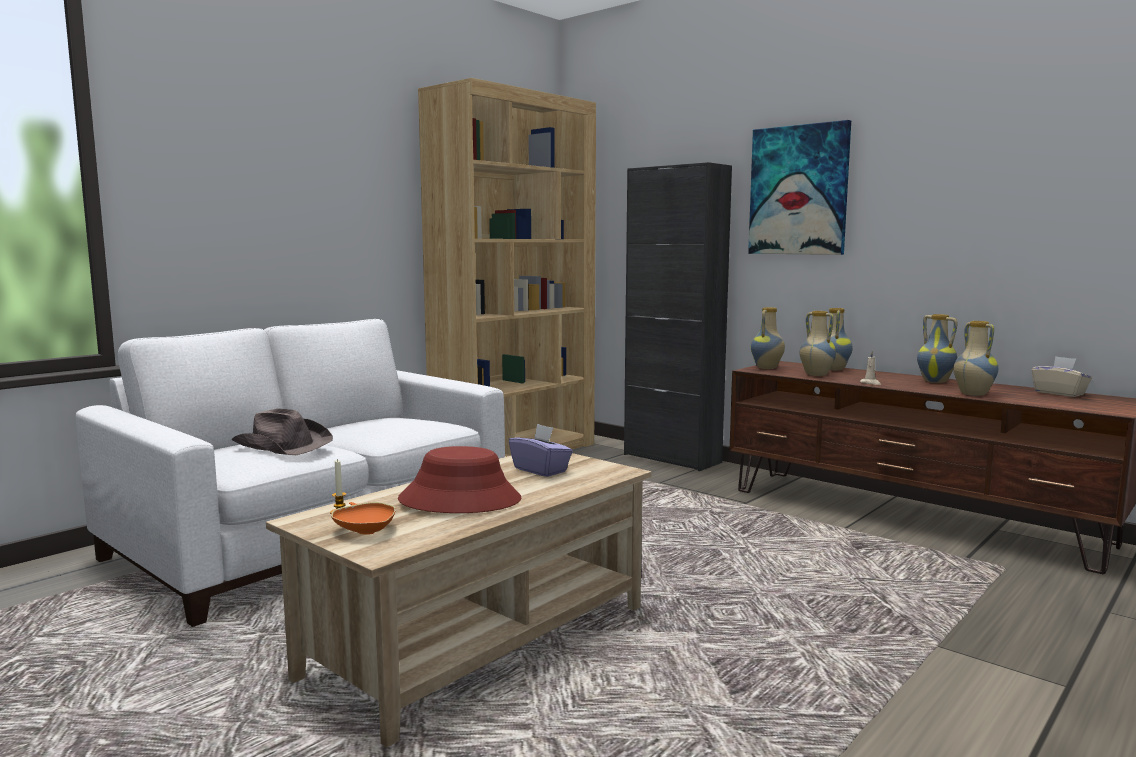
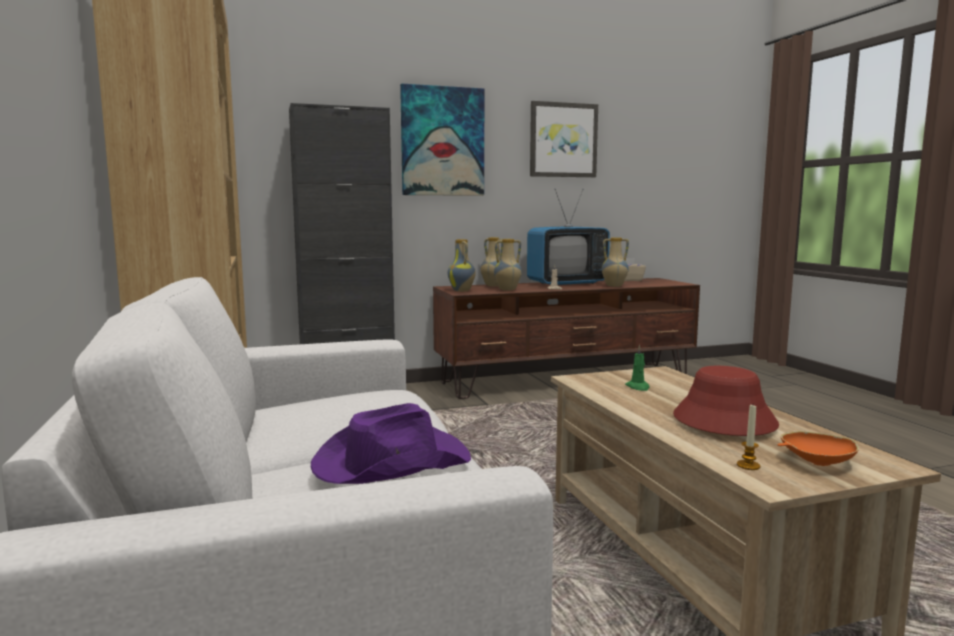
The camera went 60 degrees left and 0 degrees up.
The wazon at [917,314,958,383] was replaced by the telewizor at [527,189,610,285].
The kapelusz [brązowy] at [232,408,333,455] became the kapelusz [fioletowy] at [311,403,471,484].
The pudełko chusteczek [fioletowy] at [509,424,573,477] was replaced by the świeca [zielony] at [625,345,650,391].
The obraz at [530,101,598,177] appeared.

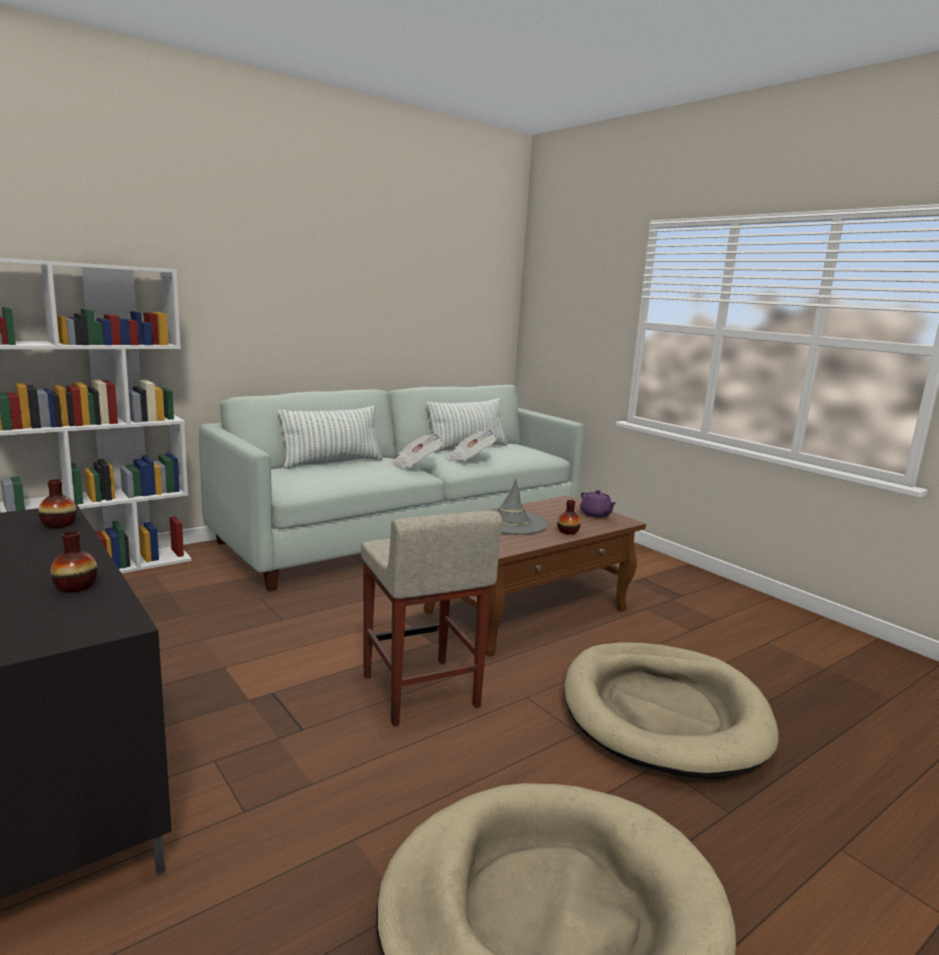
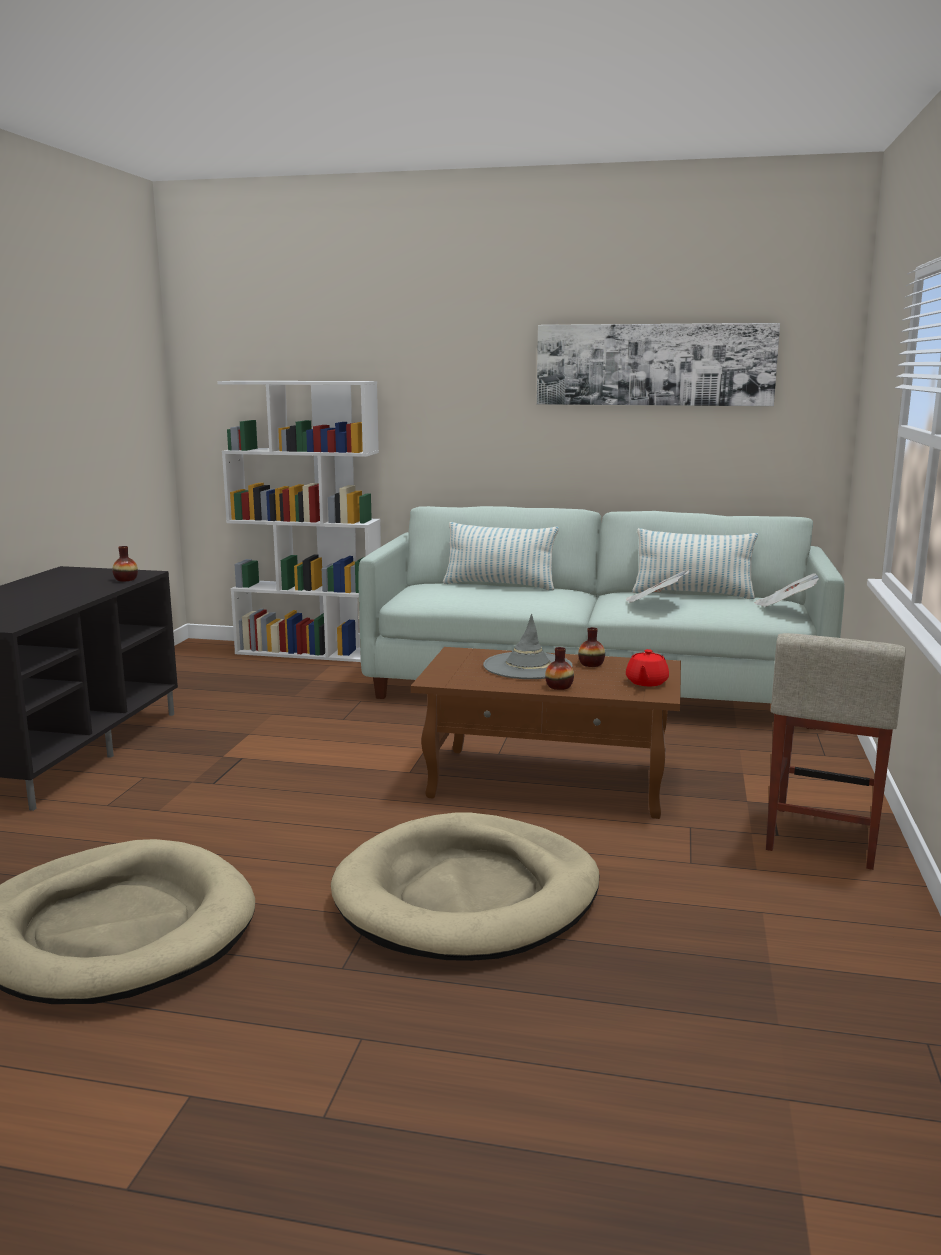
The camera went 50 degrees right and 0 degrees up.
The gazeta moved from [389,434,442,467] to [754,573,819,607].
The imbryk [fioletowy] at [580,490,616,518] became the imbryk [czerwony] at [626,649,669,686].
The stołek [beżowy] moved from [361,510,502,727] to [766,633,906,870].
The wazon moved from [51,531,98,592] to [578,627,605,667].
The obraz at [537,323,780,406] appeared.

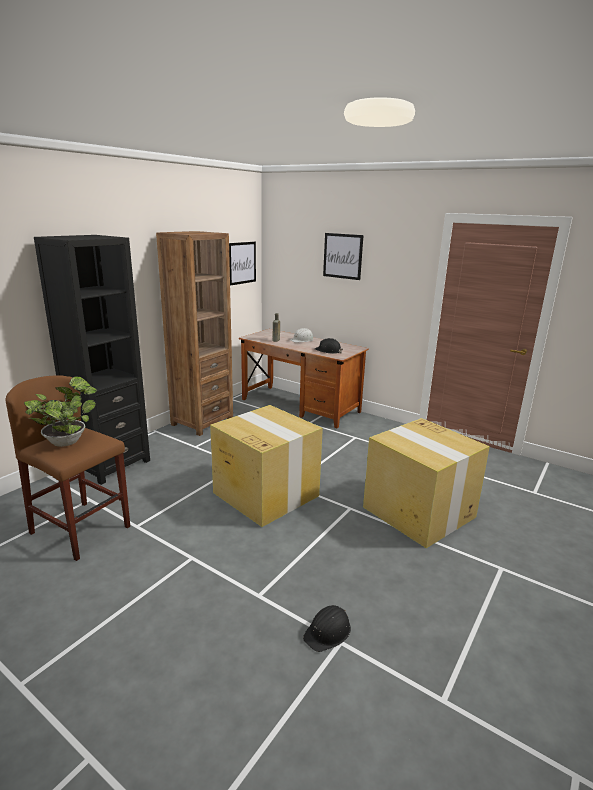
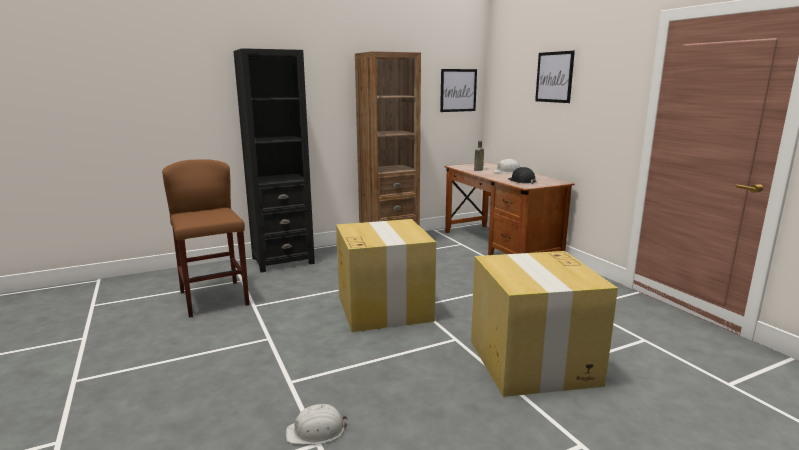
The camera went 30 degrees right and 5 degrees down.
The roślina doniczkowa at [24,376,97,447] disappeared.
The kask [czarny] at [303,605,351,652] became the kask [biały] at [286,404,348,445].

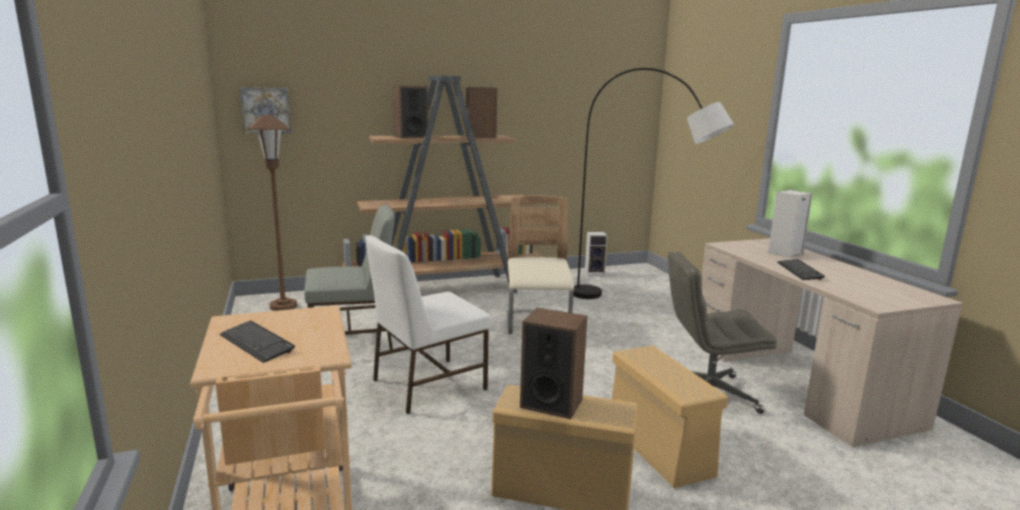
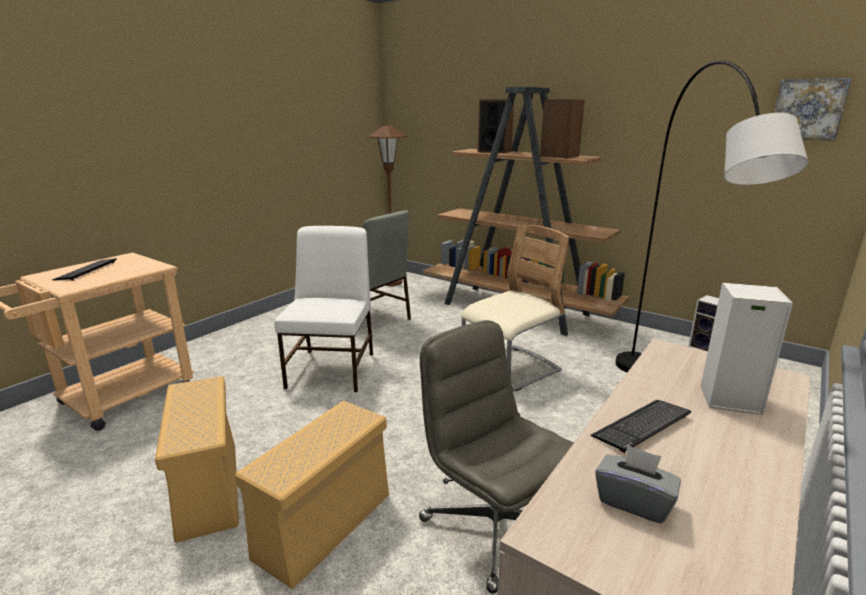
The camera went 55 degrees right and 5 degrees up.
The obraz moved from [240,87,291,134] to [774,78,852,141].
The krzesło [biały] at [365,235,491,414] turned 75 degrees clockwise.
The głośnik at [520,308,587,419] disappeared.
The pudełko chusteczek [szary] at [595,445,681,524] appeared.

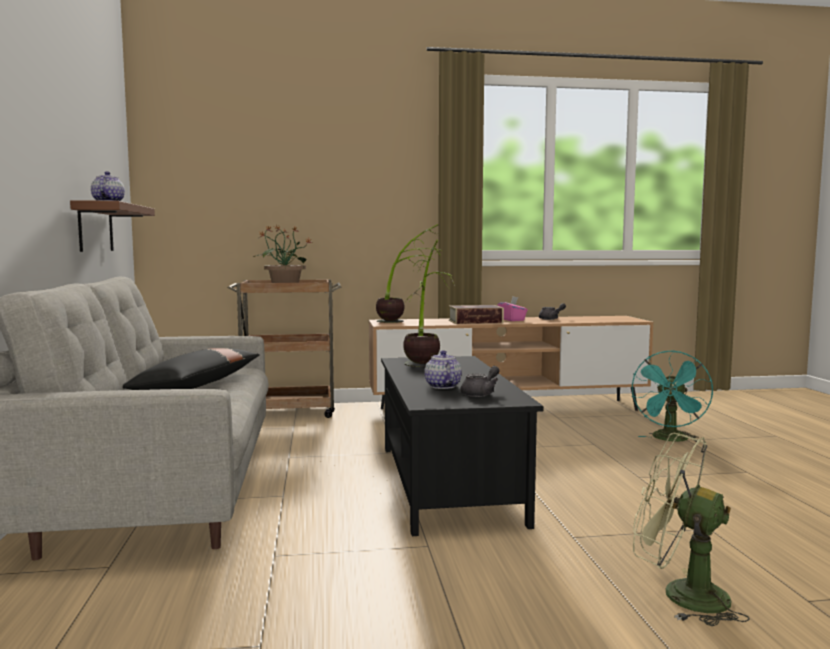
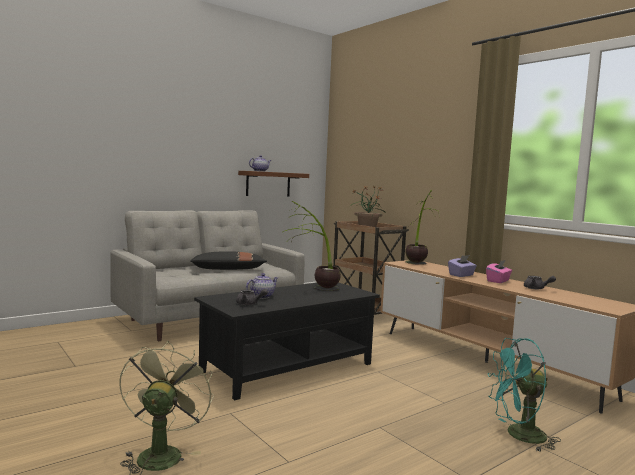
The camera went 60 degrees right and 0 degrees up.
The książka at [449,305,504,324] was replaced by the pudełko chusteczek [fioletowy] at [448,255,477,277].

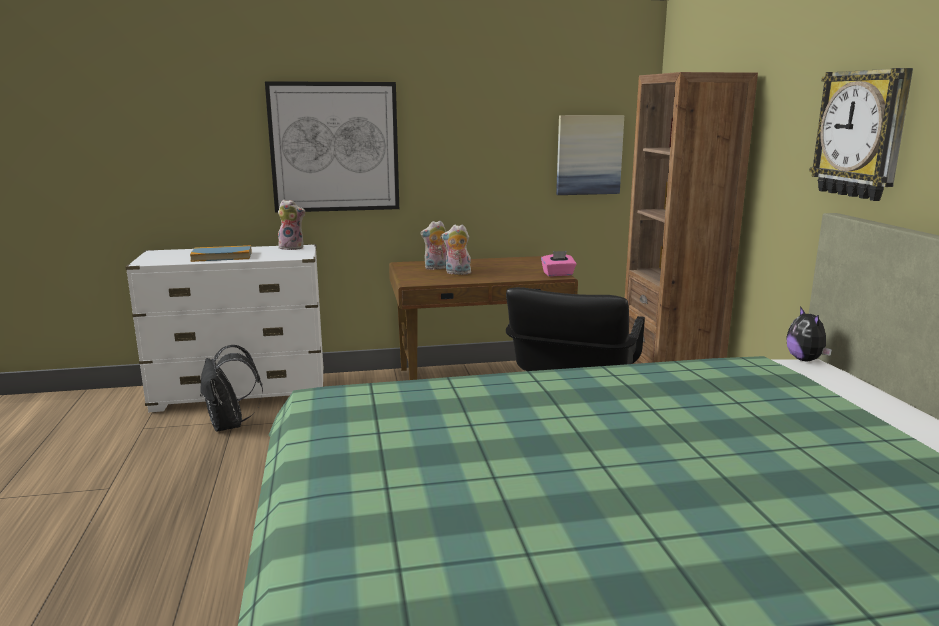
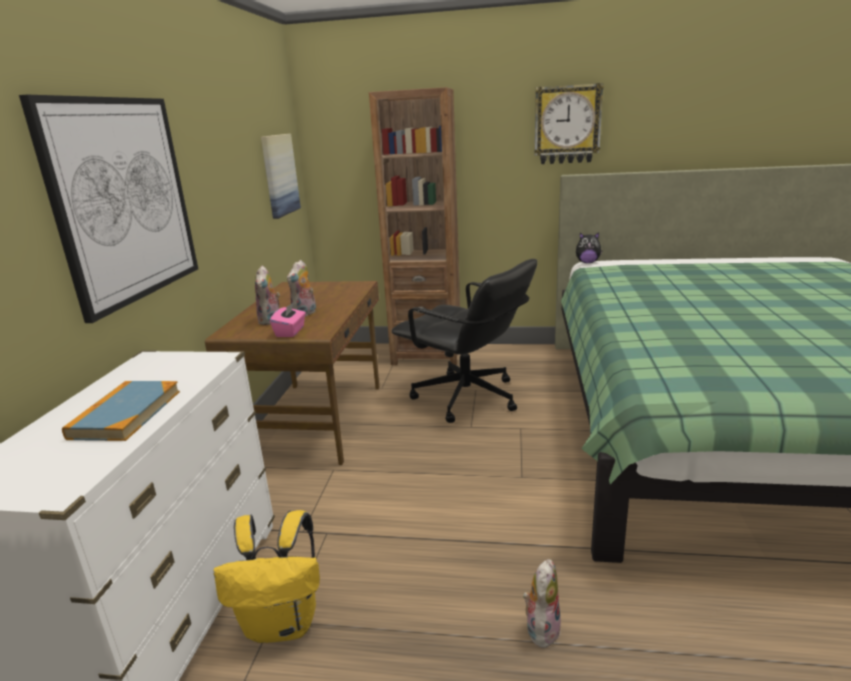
The camera went 70 degrees left and 5 degrees up.
The pluszak moved from [278,200,305,250] to [523,559,561,648].
The pudełko chusteczek [różowy] moved from [541,251,576,276] to [270,302,306,337].
The plecak [czarny] at [200,345,263,432] became the plecak [żółty] at [213,510,320,643].

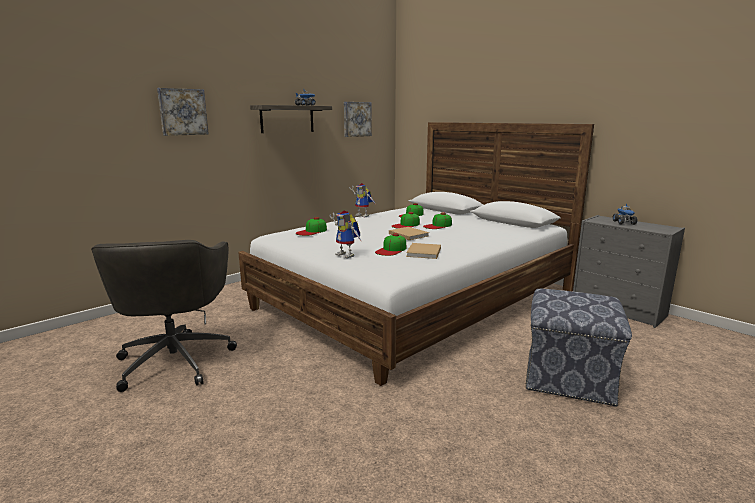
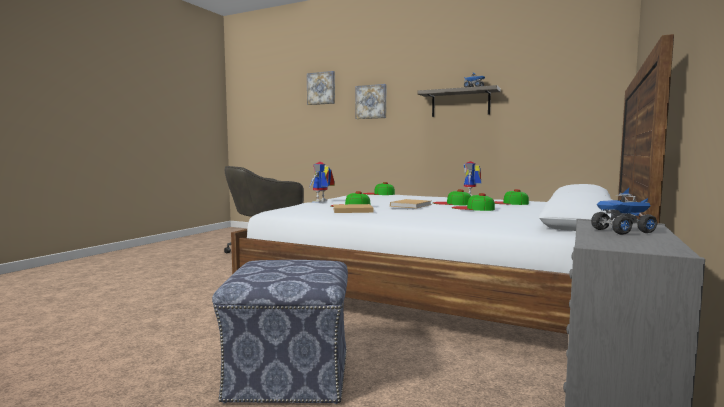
The camera went 70 degrees right and 10 degrees down.
The obraz moved from [344,102,372,137] to [307,71,335,105].

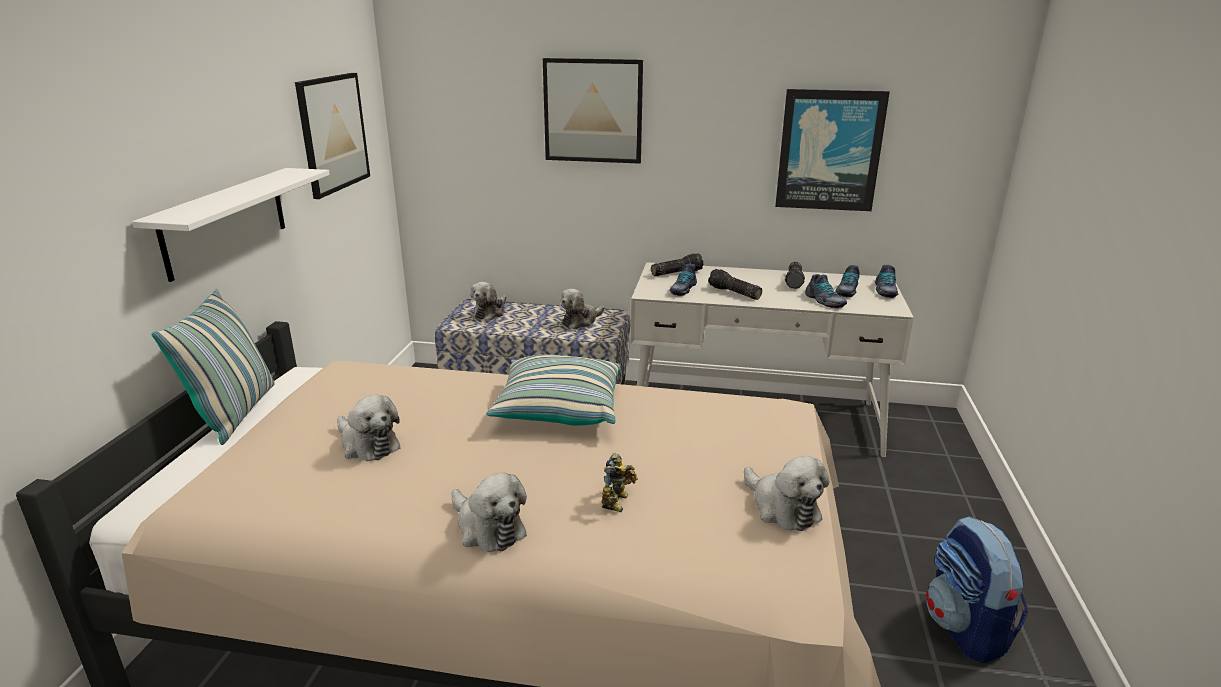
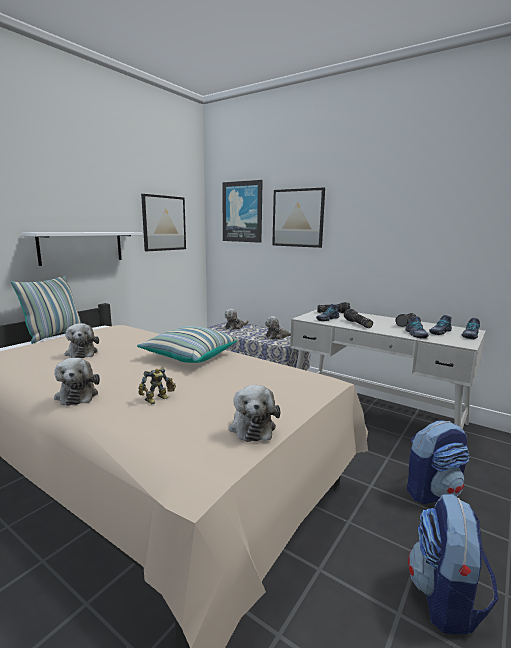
The camera went 25 degrees right and 10 degrees down.
The obraz moved from [775,89,890,211] to [222,180,263,243].
The plecak at [407,421,470,504] appeared.

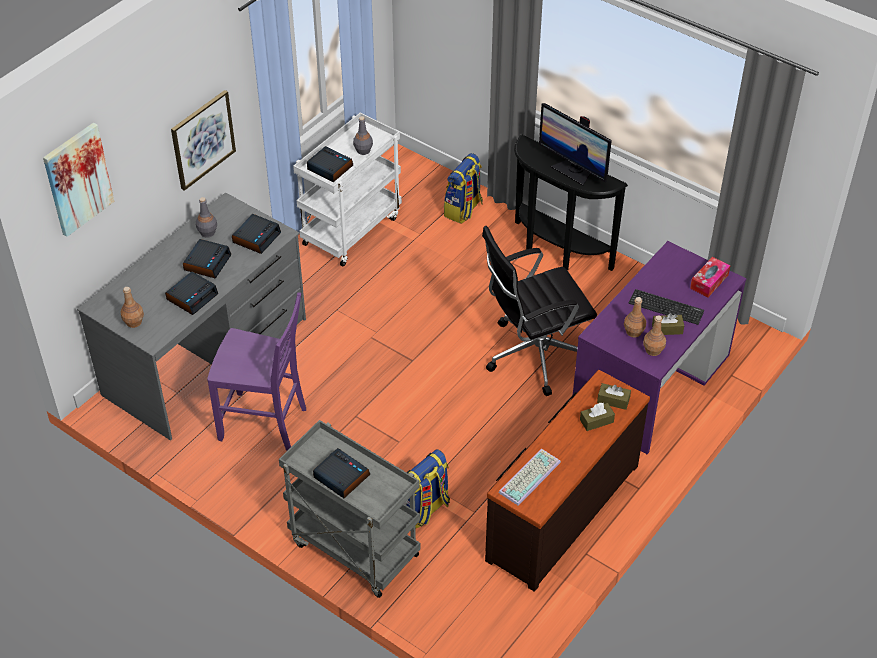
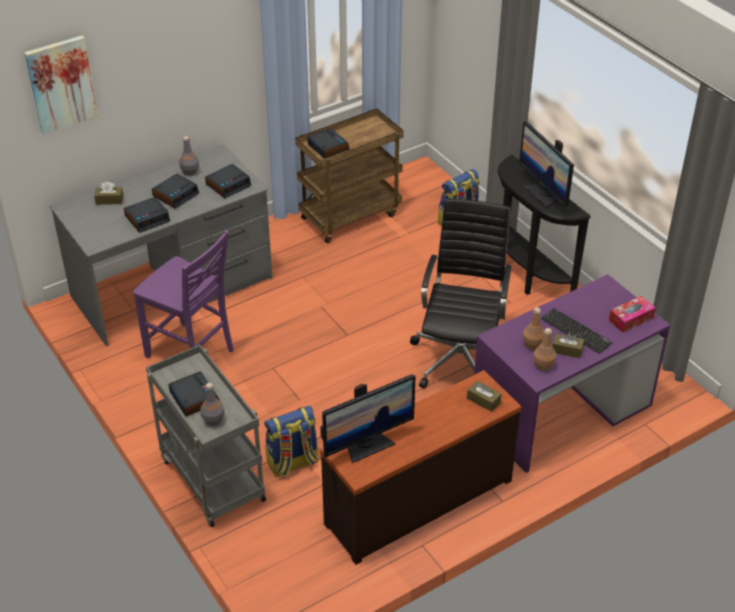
The camera went 20 degrees right and 5 degrees down.
The obraz at [171,90,236,191] disappeared.
The wózek [biały] at [293,113,402,266] became the wózek [brązowy] at [295,109,404,243].
The butelka [szary] moved from [353,116,373,155] to [200,383,225,426].
The krzesło biurowe [czarny] at [482,226,597,396] turned 105 degrees clockwise.
The butelka [brązowy] at [121,287,144,328] disappeared.
The pudełko chusteczek [brązowy] moved from [580,402,615,431] to [94,182,123,205].
The klawiatura at [499,449,561,506] was replaced by the monitor at [320,374,416,463].

